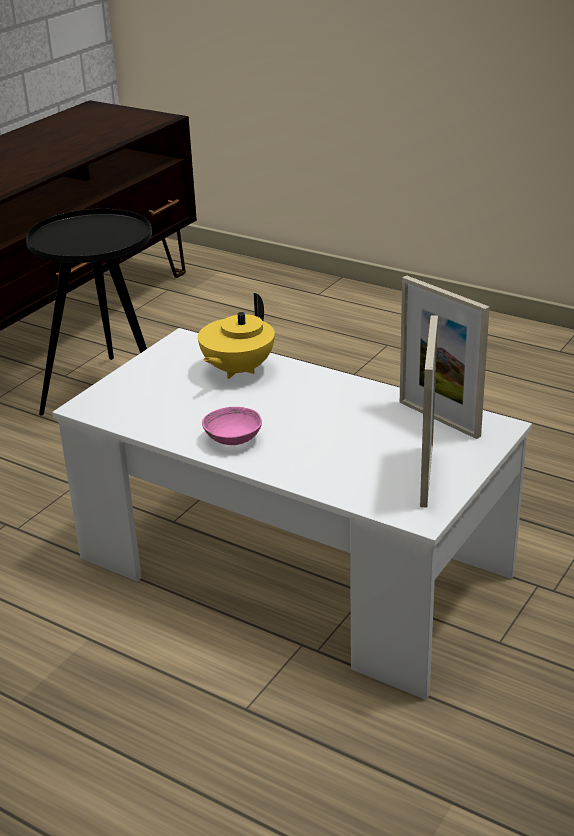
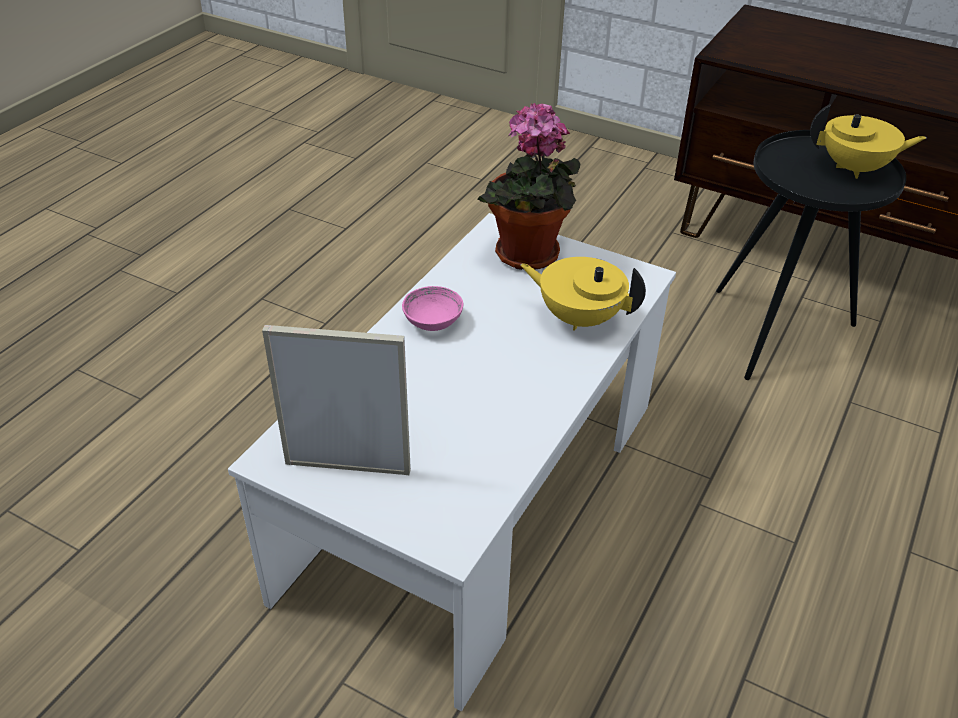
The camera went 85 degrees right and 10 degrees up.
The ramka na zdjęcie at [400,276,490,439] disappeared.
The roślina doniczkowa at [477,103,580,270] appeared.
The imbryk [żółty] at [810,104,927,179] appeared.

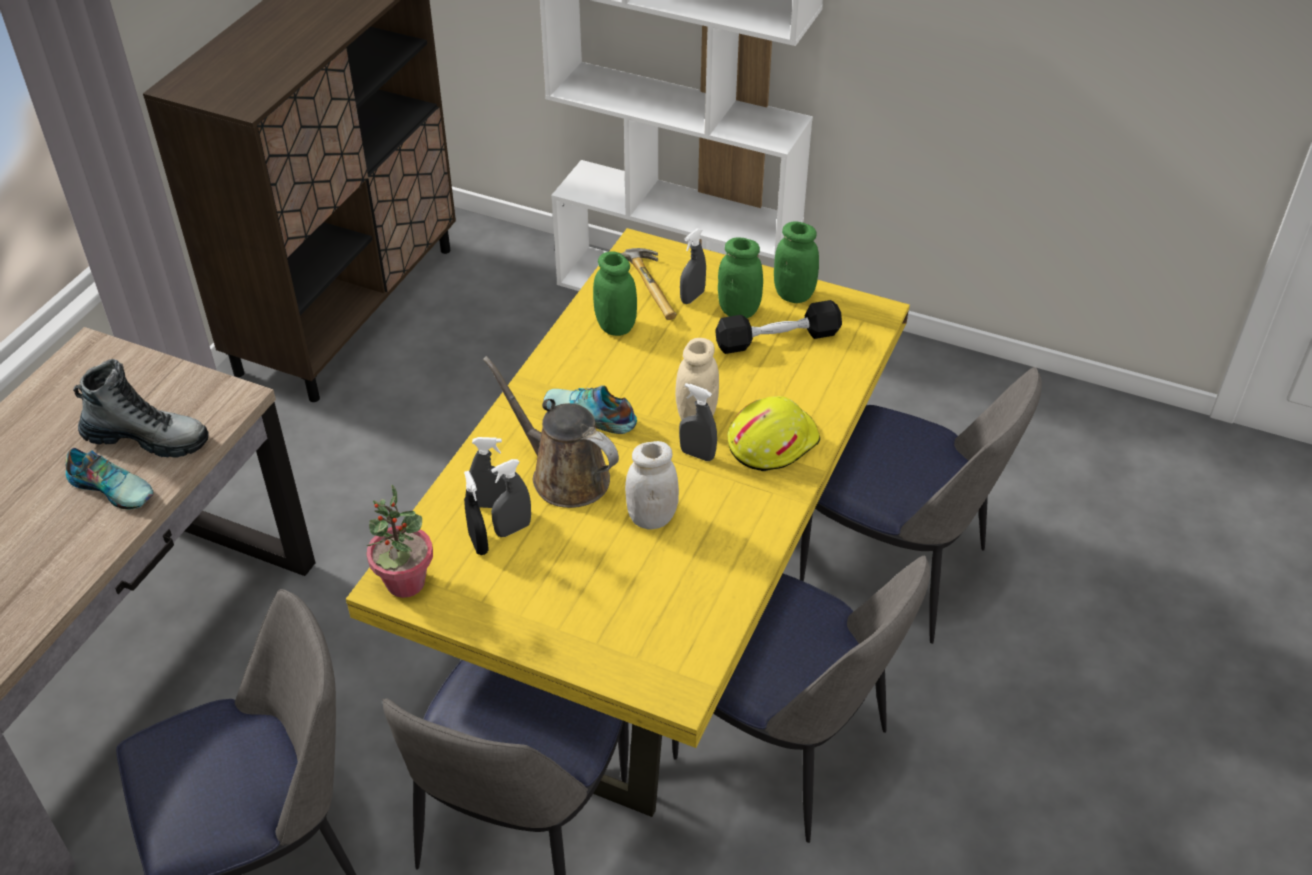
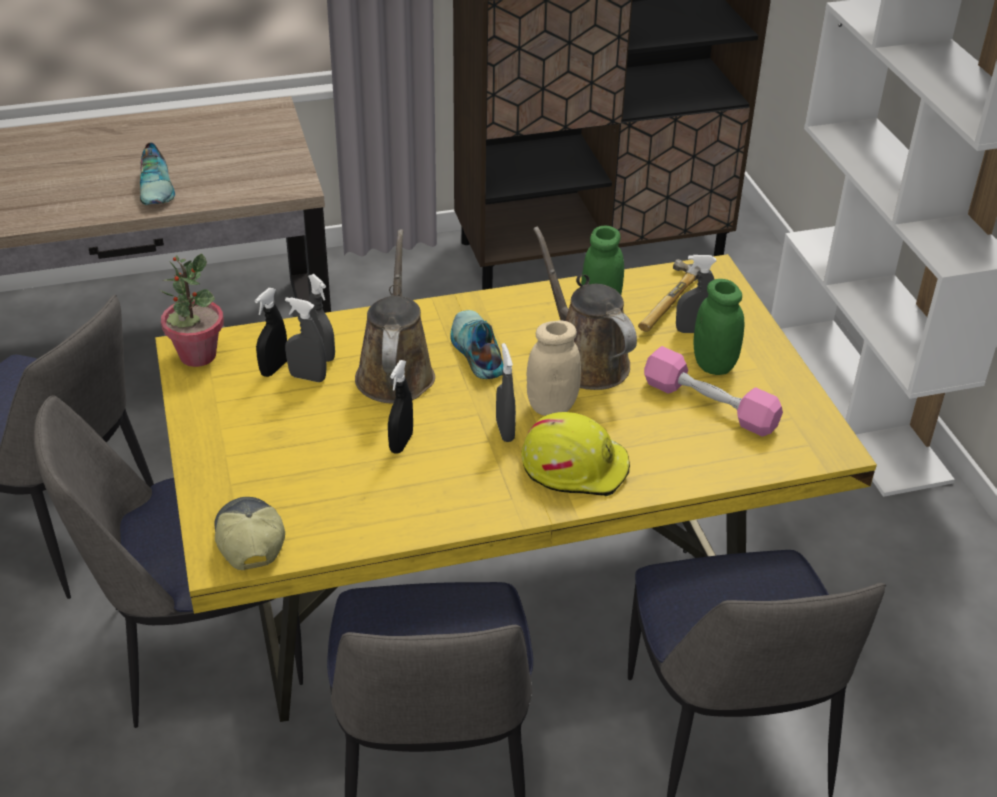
The camera went 50 degrees right and 5 degrees down.
The słoik [zielony] at [774,221,819,303] disappeared.
The hantel [czarny] at [715,300,842,354] became the hantel [różowy] at [644,346,783,436].
The but z cholewką at [73,359,208,458] disappeared.
The słoik [biały] at [625,441,679,529] was replaced by the spryskiwacz [czarny] at [388,360,413,454].
The konewka [brązowy] at [533,226,637,390] appeared.
The czapka z daszkiem at [214,497,285,570] appeared.

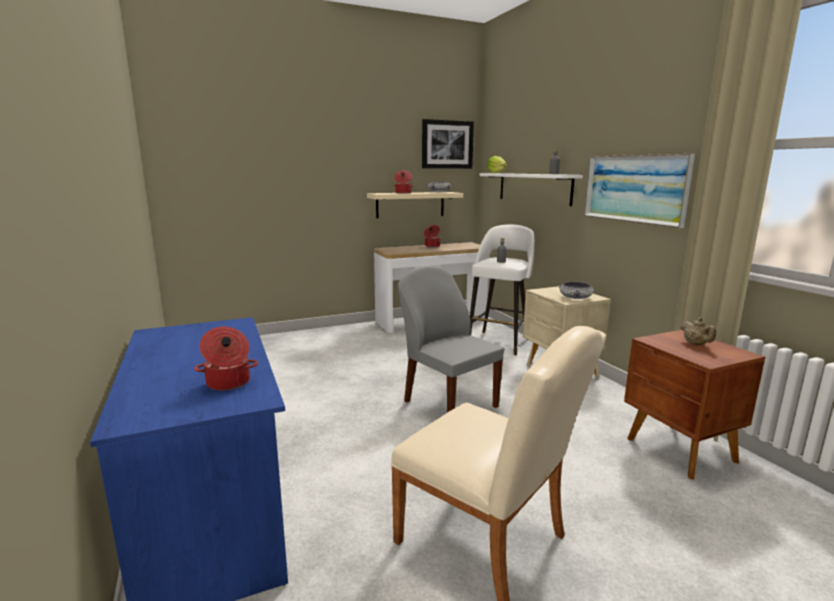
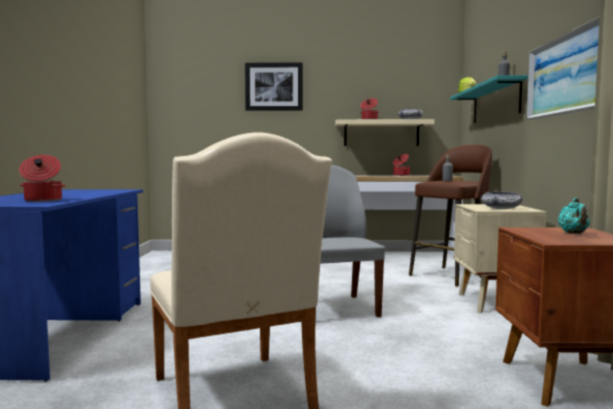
The camera went 25 degrees right and 10 degrees down.
The obraz moved from [422,119,474,169] to [245,62,303,111].
The półka [biały] at [479,173,583,206] became the półka [turkusowy] at [450,75,528,123].
The stołek [biały] at [470,224,534,356] became the stołek [brązowy] at [409,145,492,287].
The imbryk [beżowy] at [680,317,716,345] became the imbryk [turkusowy] at [558,198,590,234].

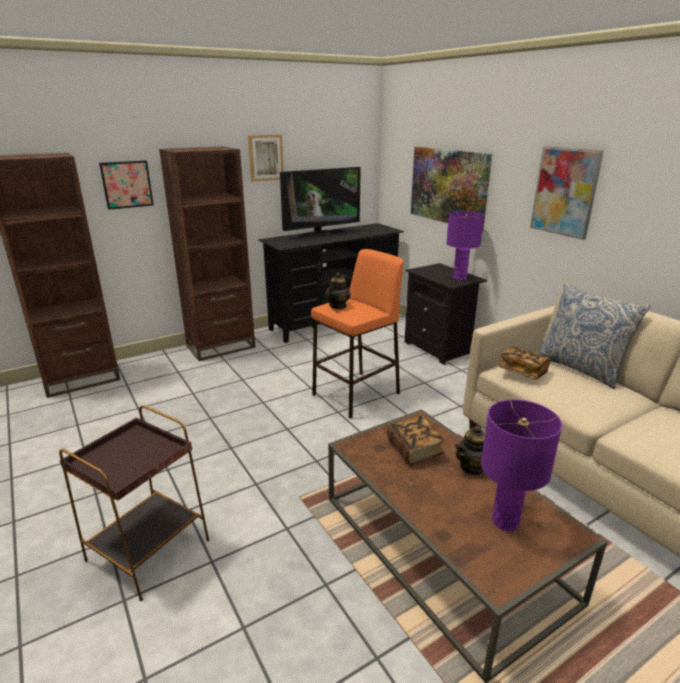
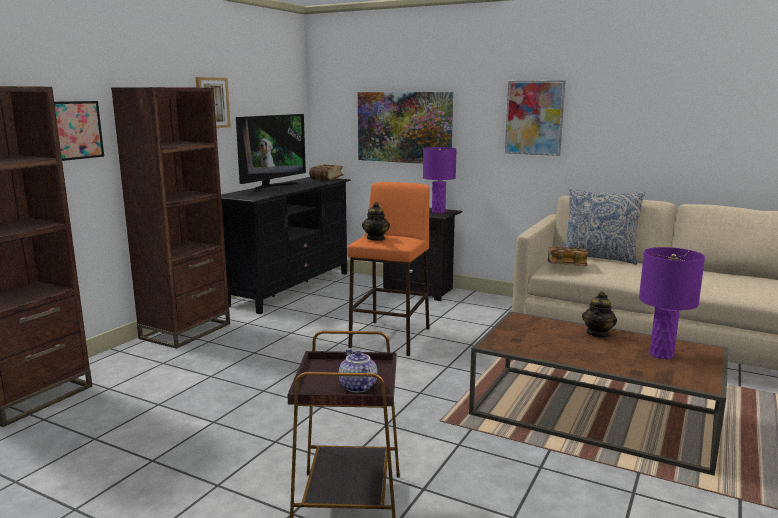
The camera went 30 degrees left and 10 degrees down.
The książka moved from [387,416,445,466] to [309,164,343,181].
The imbryk at [339,349,378,393] appeared.

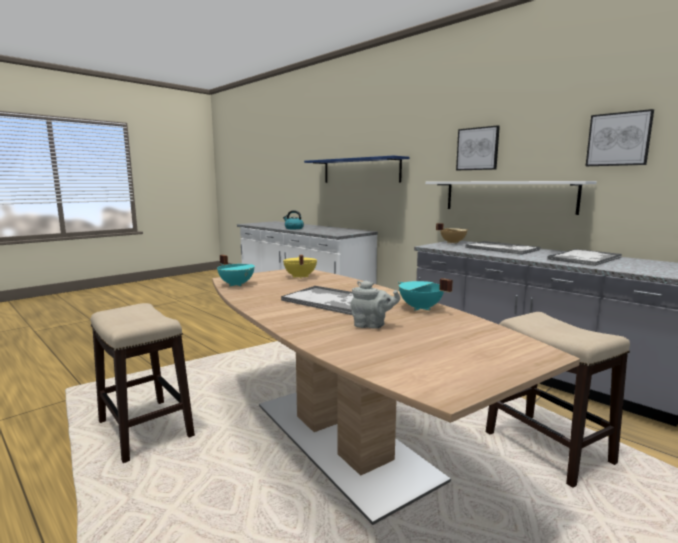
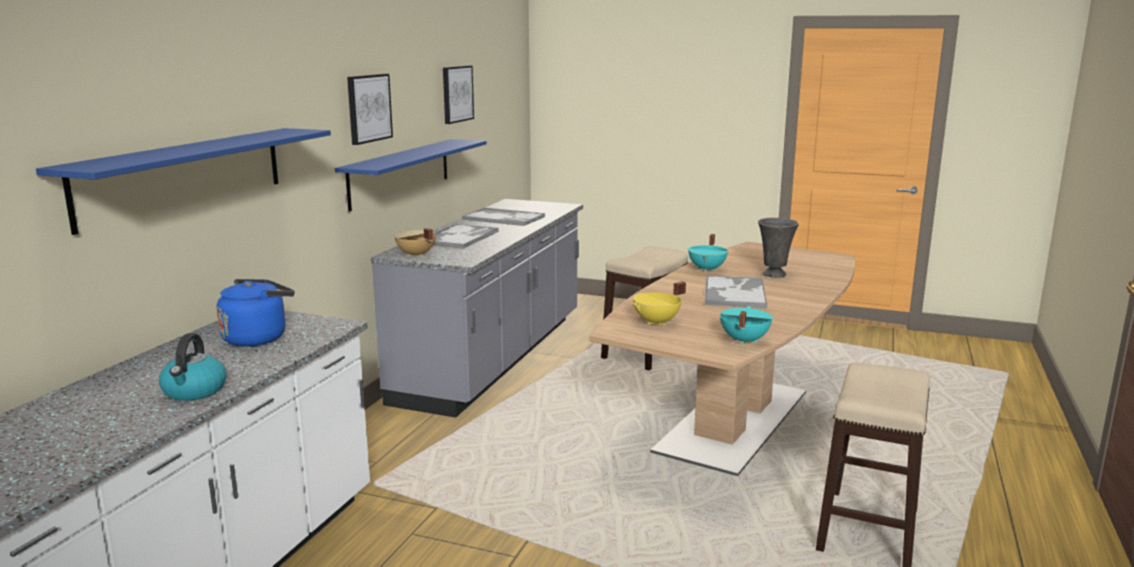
The camera went 115 degrees left and 5 degrees up.
The półka [biały] at [425,181,597,215] became the półka [niebieski] at [335,139,487,212].
The imbryk [szary] at [350,280,400,329] was replaced by the wazon [szary] at [758,218,799,278].
The czajnik [niebieski] at [217,279,294,347] appeared.

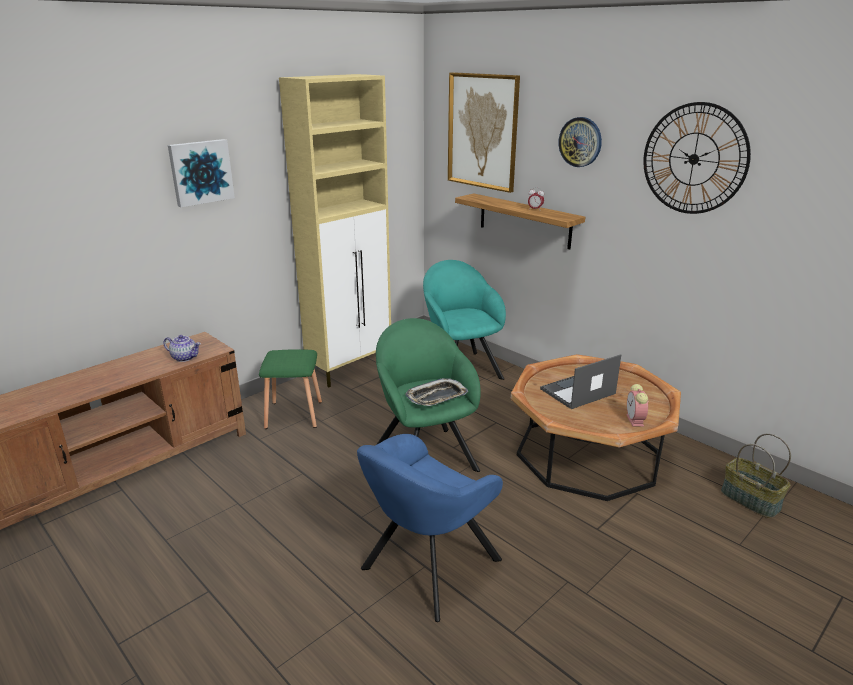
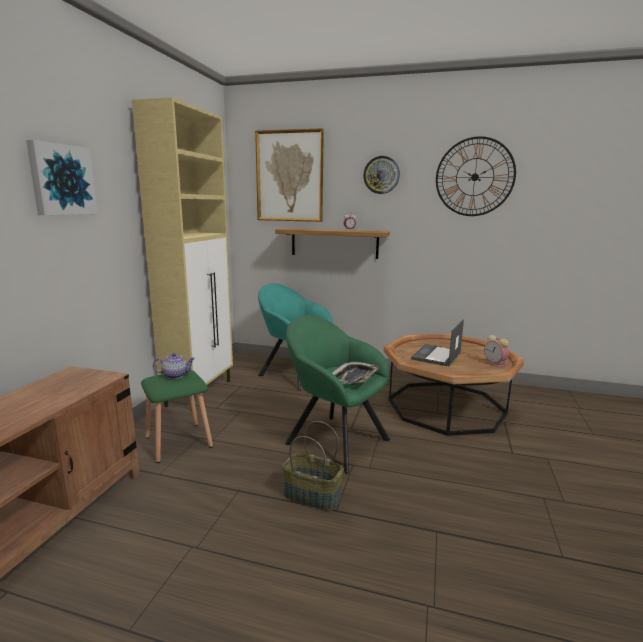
The camera went 30 degrees left and 10 degrees down.
The imbryk moved from [163,335,201,362] to [153,353,195,379].
The koszyk moved from [721,433,791,518] to [282,421,344,511].
The fotel [niebieski] at [357,434,503,622] disappeared.

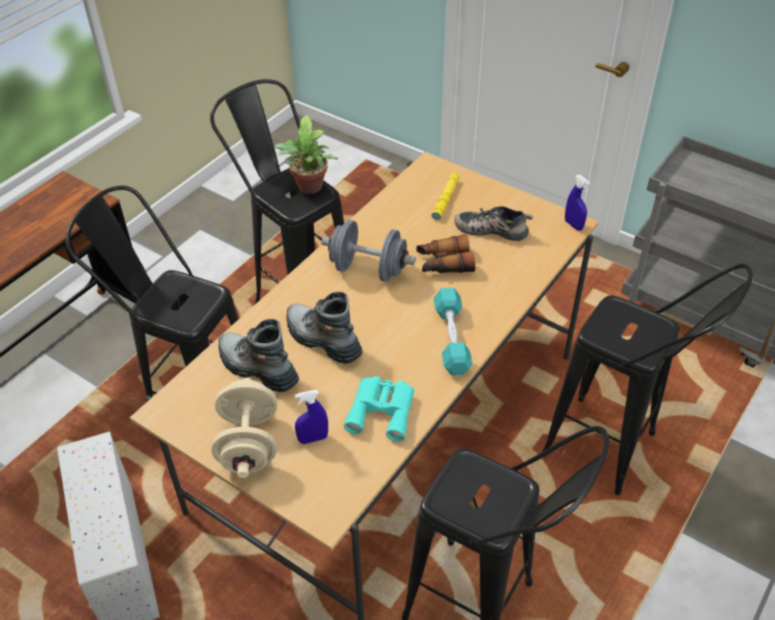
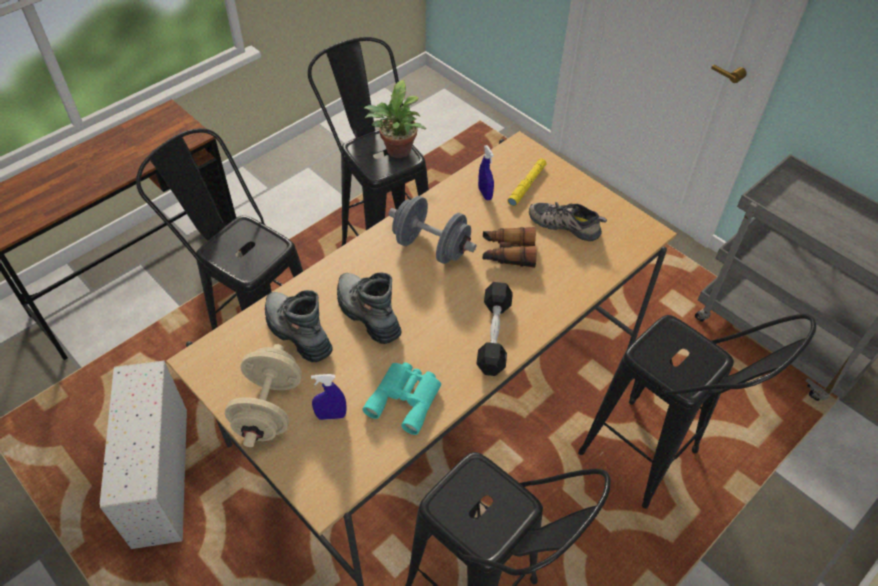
The camera went 10 degrees right and 5 degrees up.
The spryskiwacz [niebieski] moved from [565,175,590,231] to [478,145,494,200].
The hantel [turkusowy] at [434,288,472,376] became the hantel [czarny] at [476,282,513,376].

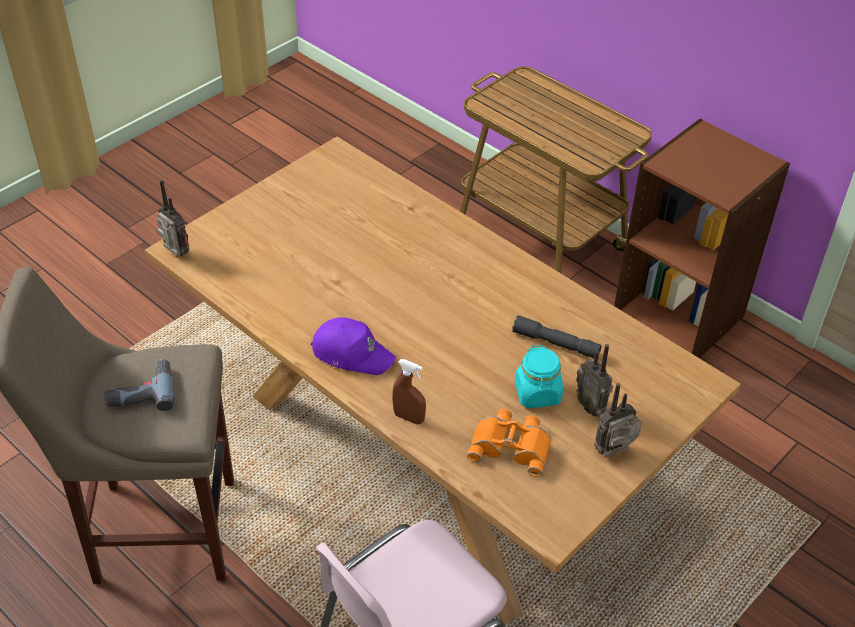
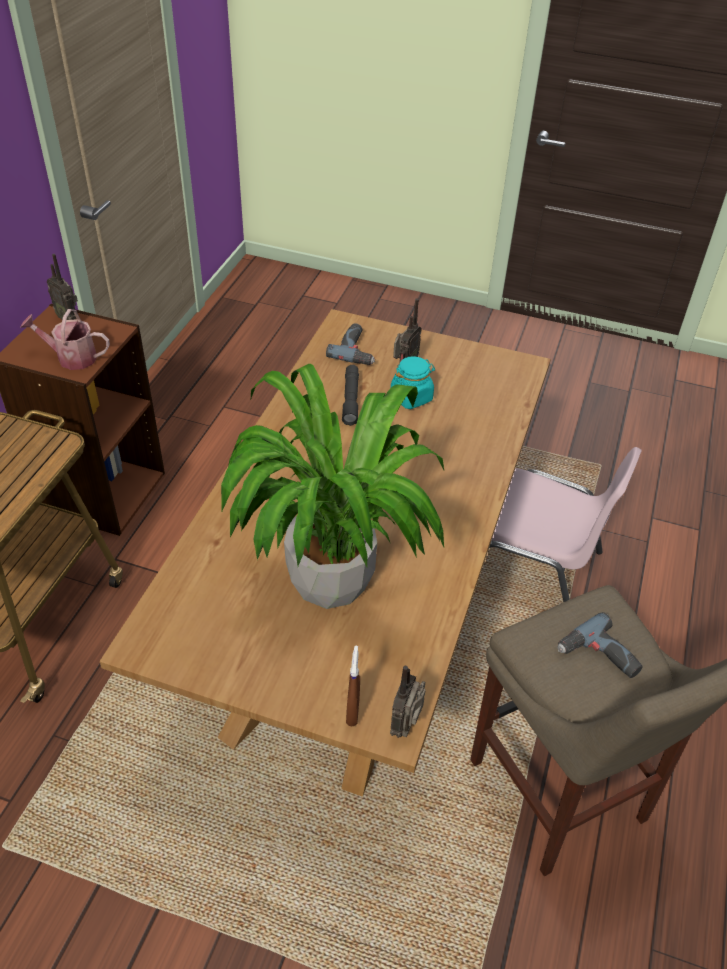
The camera went 115 degrees left and 0 degrees up.
The czapka z daszkiem [fioletowy] at [311,317,396,375] disappeared.
The spryskiwacz [brązowy] moved from [392,359,426,424] to [346,646,360,726].
The radio moved from [594,383,642,457] to [47,254,78,320].
The lornetka [pomarańczowy] at [467,409,551,476] disappeared.
The konewka at [20,309,110,370] appeared.
The wiertarka at [326,323,375,365] appeared.
The roślina doniczkowa at [221,364,444,609] appeared.

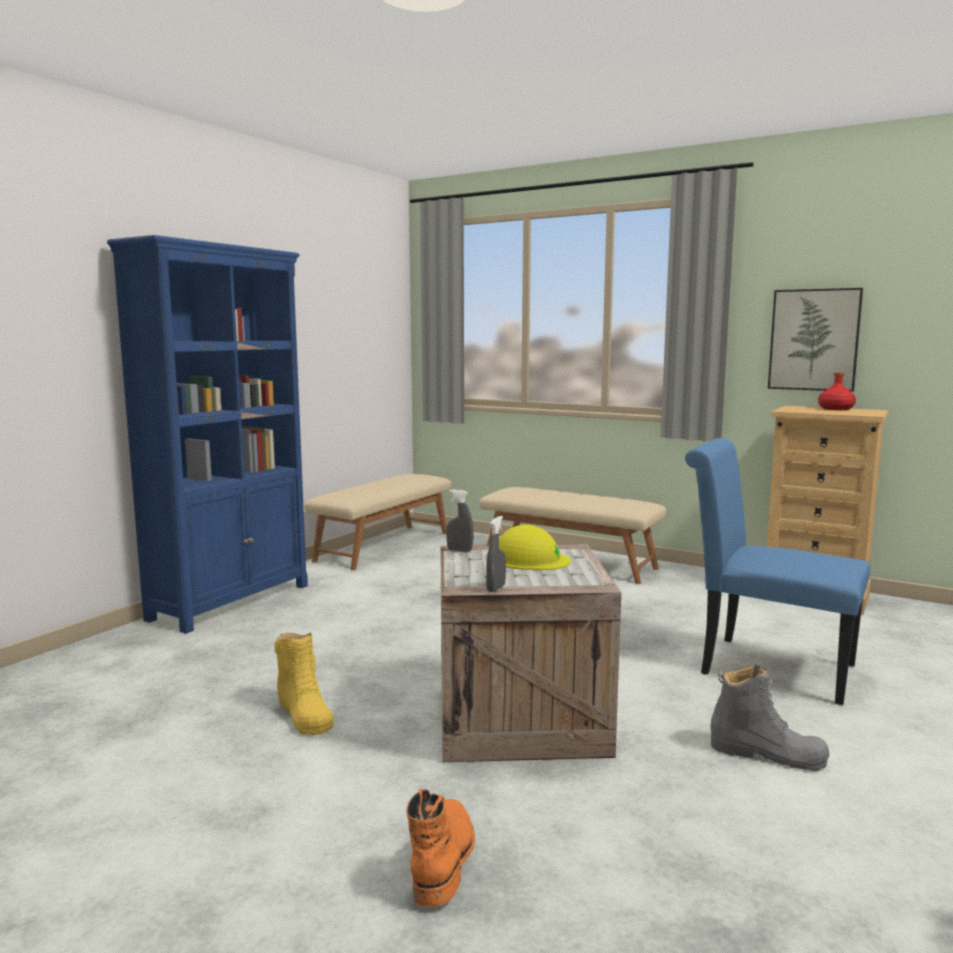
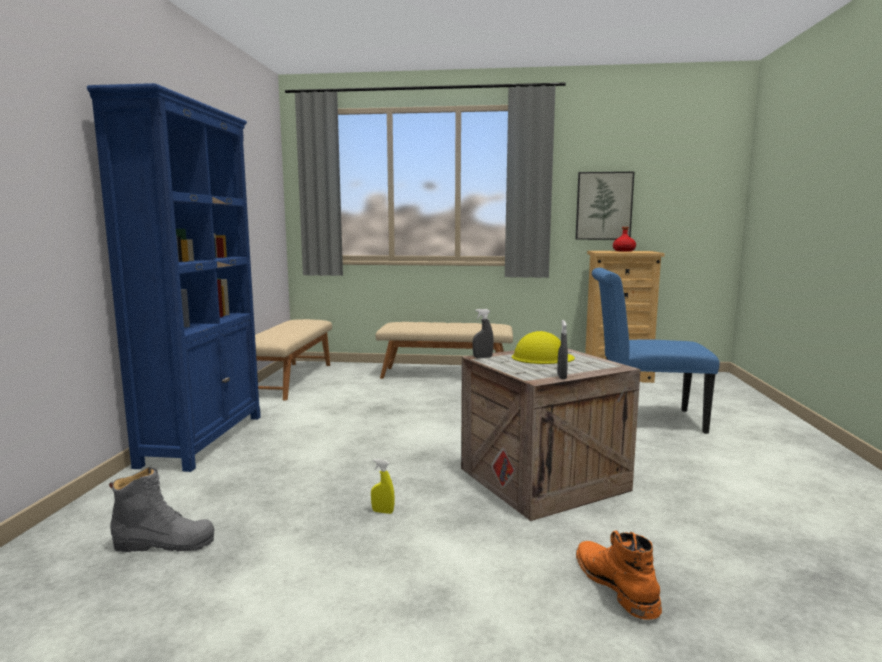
The camera went 25 degrees left and 0 degrees up.
The but z cholewką [żółty] at [275,633,334,735] was replaced by the spryskiwacz [żółty] at [371,459,395,514].
The but z cholewką [szary] moved from [710,665,829,771] to [109,467,215,552].

